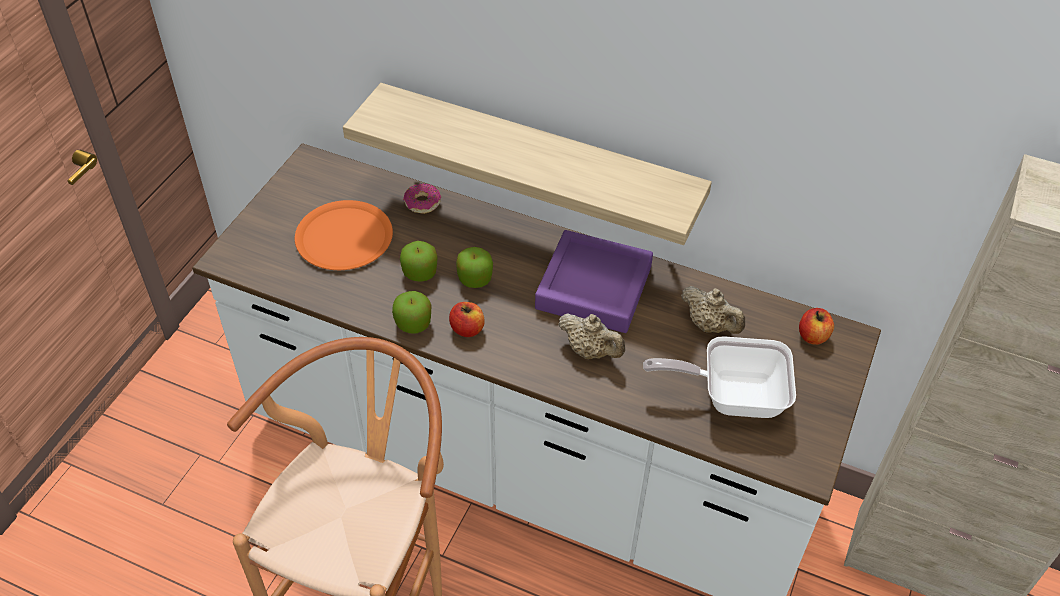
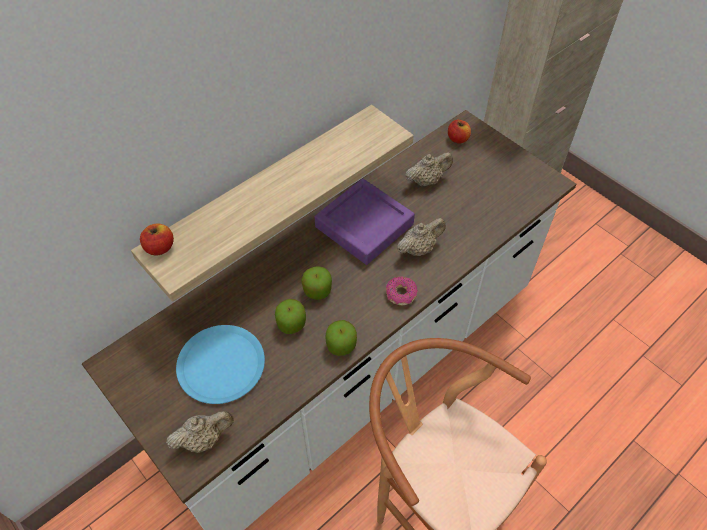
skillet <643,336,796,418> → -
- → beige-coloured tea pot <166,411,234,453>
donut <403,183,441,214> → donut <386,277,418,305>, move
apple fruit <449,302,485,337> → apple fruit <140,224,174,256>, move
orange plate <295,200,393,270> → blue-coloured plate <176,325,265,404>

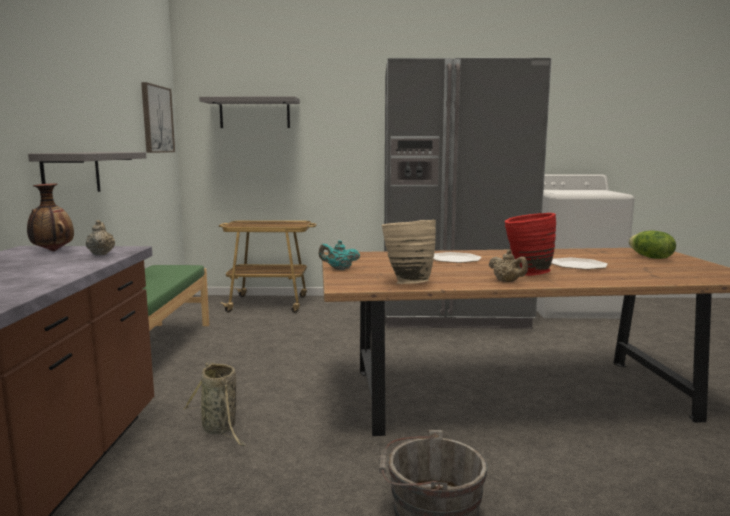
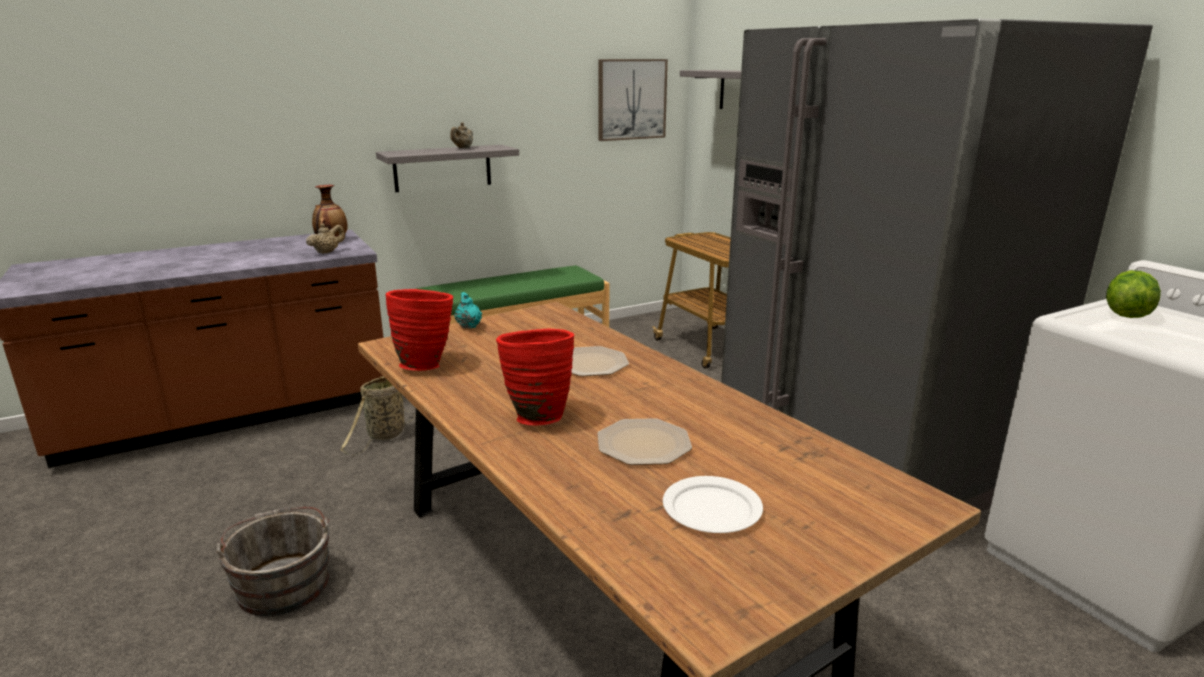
- → whitish plate <663,476,763,533>
beige-coloured tea pot <489,250,528,282> → beige-coloured tea pot <450,122,473,148>, move
lettuce head <629,231,676,259> → lettuce head <1106,270,1161,318>, move
beige-coloured decorative vase <382,220,436,284> → reddish decorative vase <386,289,453,371>

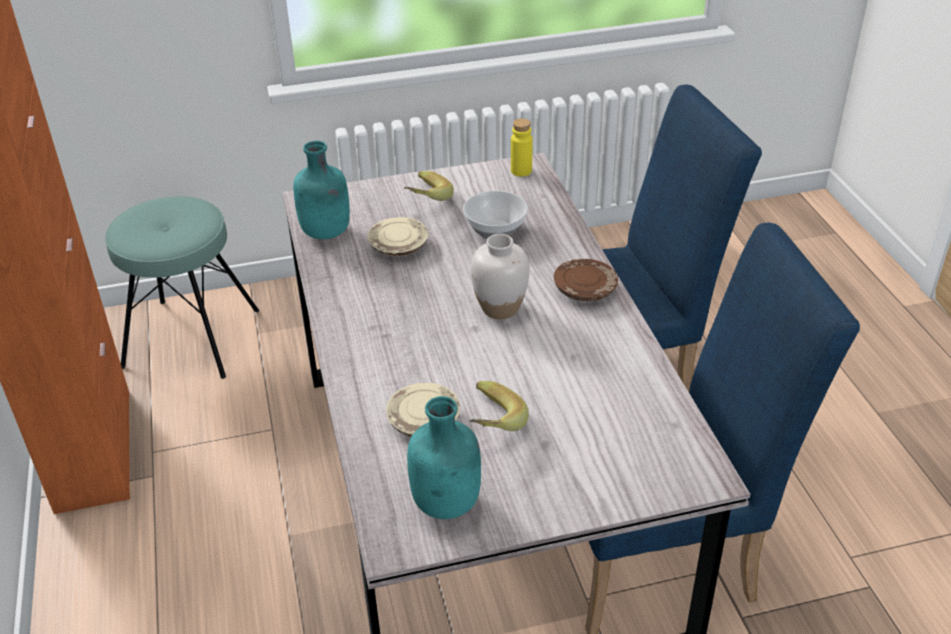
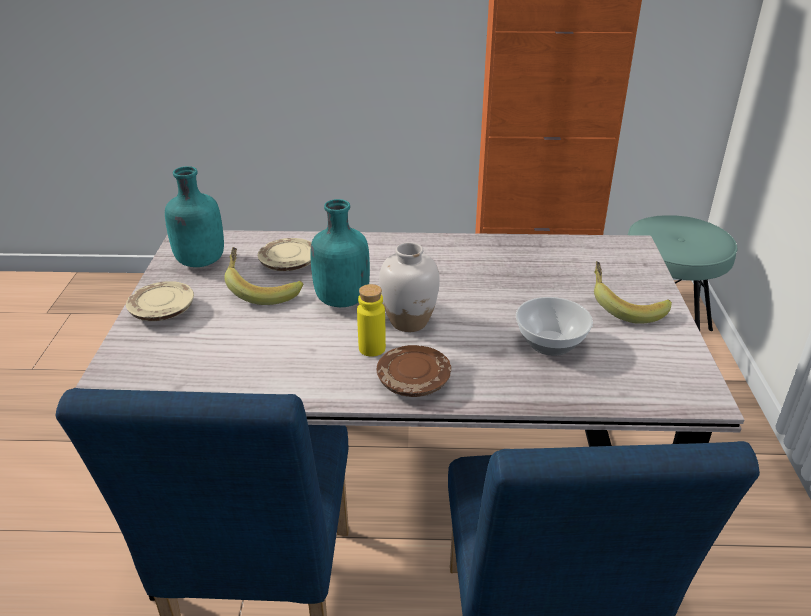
turquoise-coloured drink bottle <293,141,350,239> → turquoise-coloured drink bottle <310,199,370,307>, move
beige-coloured plate <367,217,428,256> → beige-coloured plate <126,281,194,321>, move
yellow drink bottle <511,118,533,177> → yellow drink bottle <357,284,386,357>, move

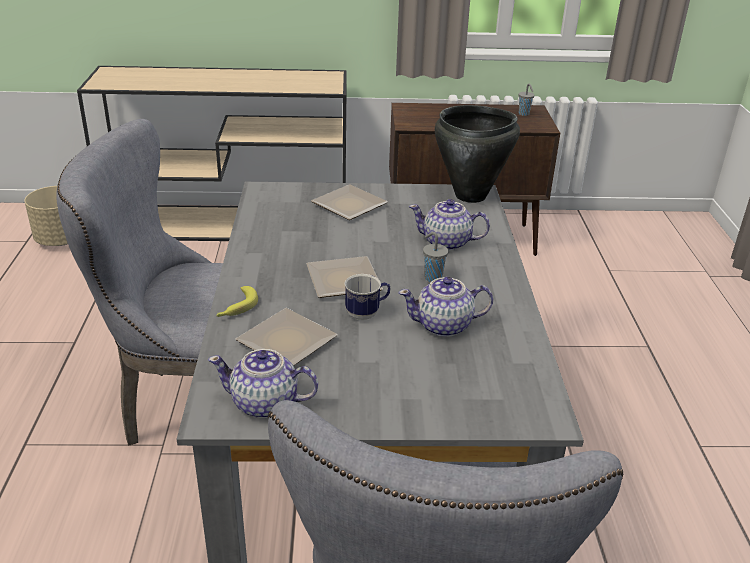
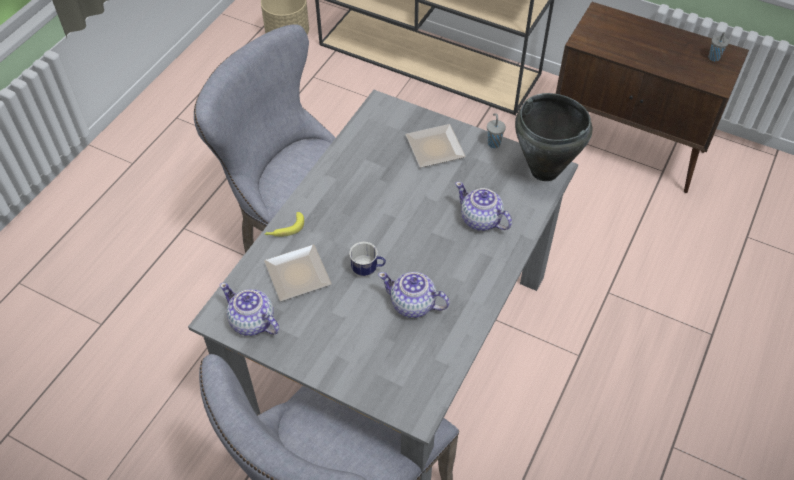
plate <306,256,383,298> → -
grey small cup <423,232,448,282> → grey small cup <487,113,506,148>, move

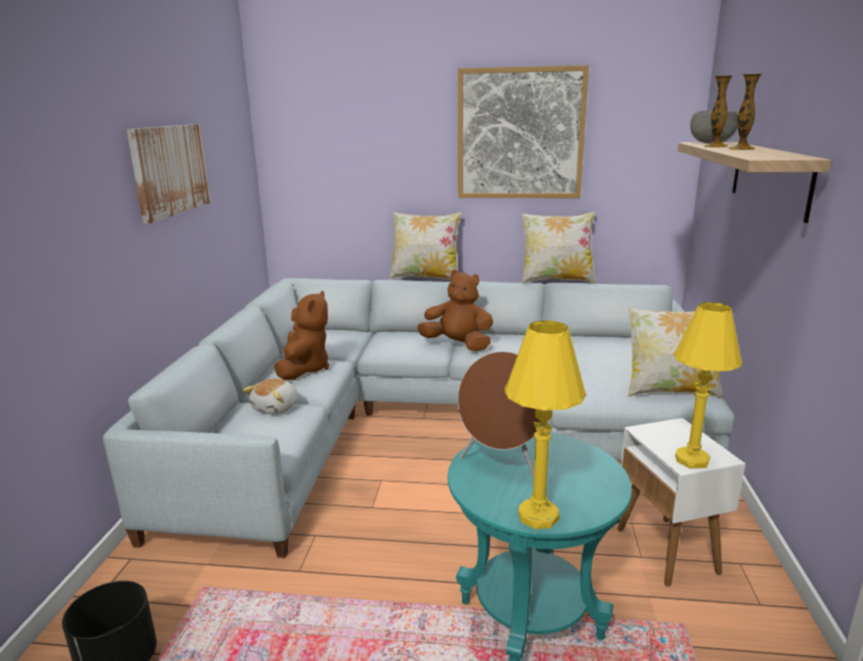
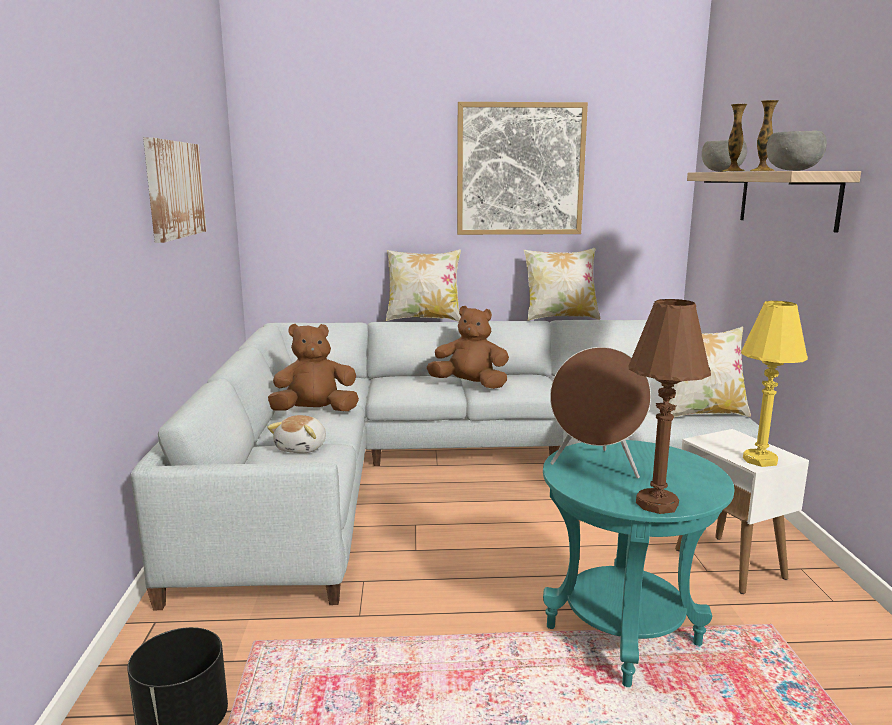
- → grey bowl <766,131,827,171>
yellow lamp for a table <504,321,586,529> → brown lamp for a table <629,299,711,514>
brown plush toy <275,291,329,380> → brown plush toy <268,324,359,411>, 105 degrees counterclockwise

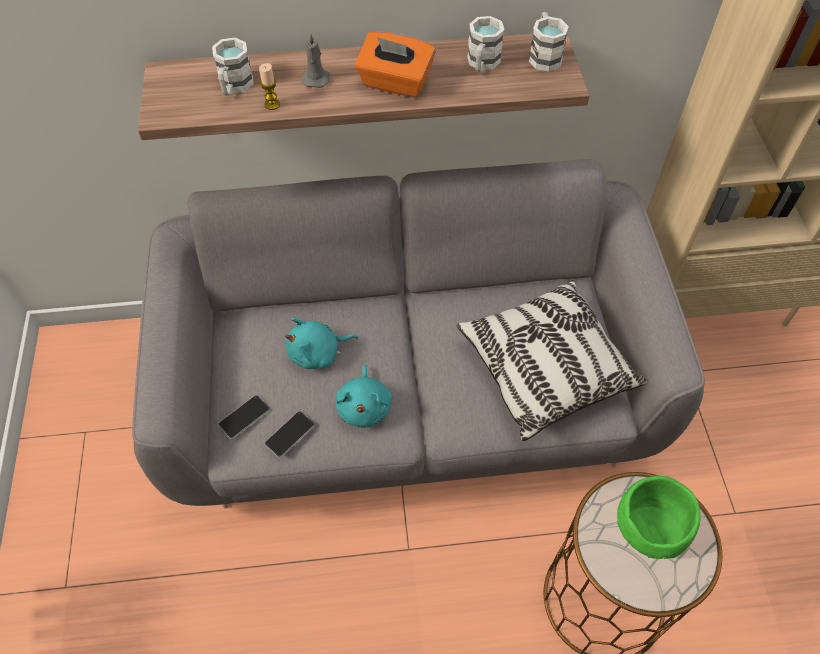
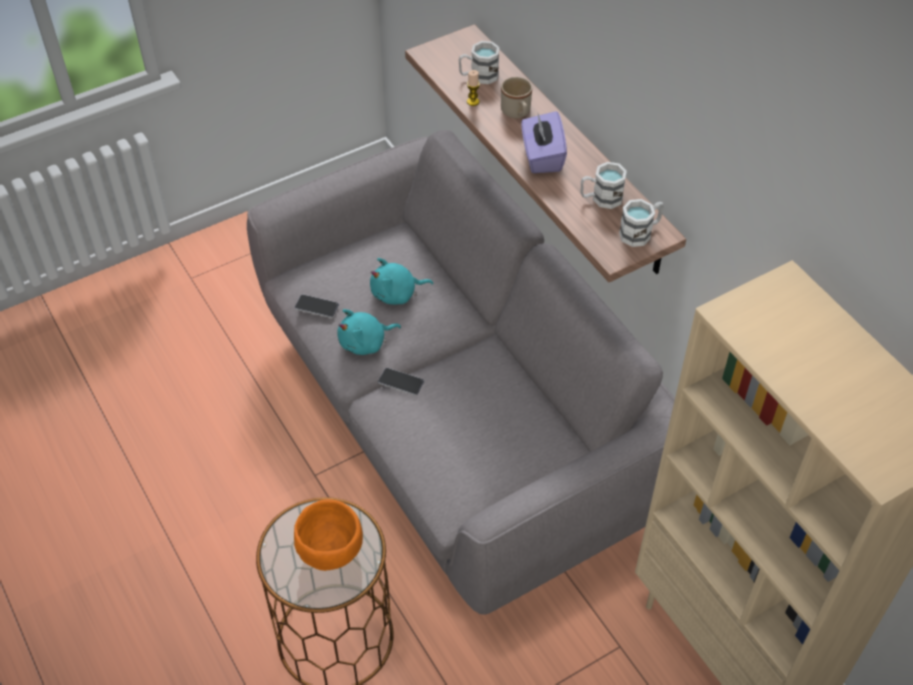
throw pillow <457,280,647,441> → -
handset <218,395,270,439> → handset <378,368,424,396>, move
grey candle <301,33,330,88> → beige-coloured coffee mug <501,77,532,118>
orange tissue holder <355,31,436,98> → purple tissue holder <522,111,567,173>
greenish bowl <617,476,701,559> → orange bowl <294,499,363,571>
turquoise-coloured plush toy <285,318,358,369> → turquoise-coloured plush toy <370,258,433,305>, 60 degrees counterclockwise

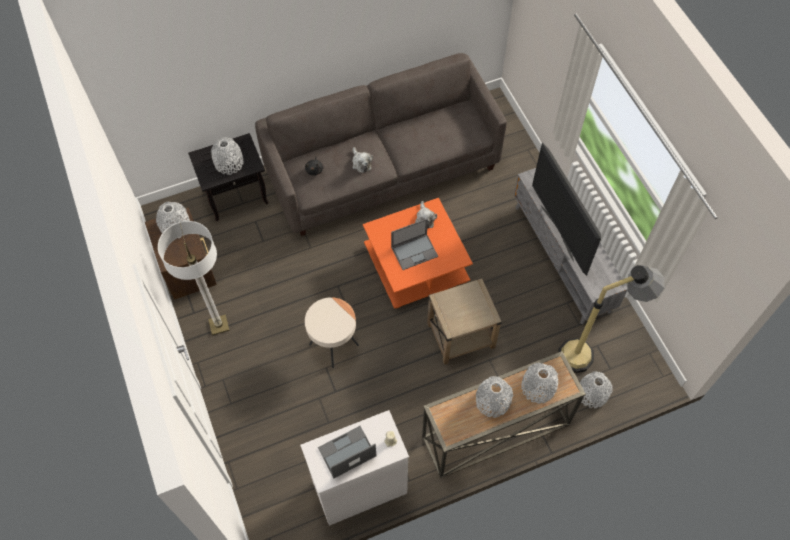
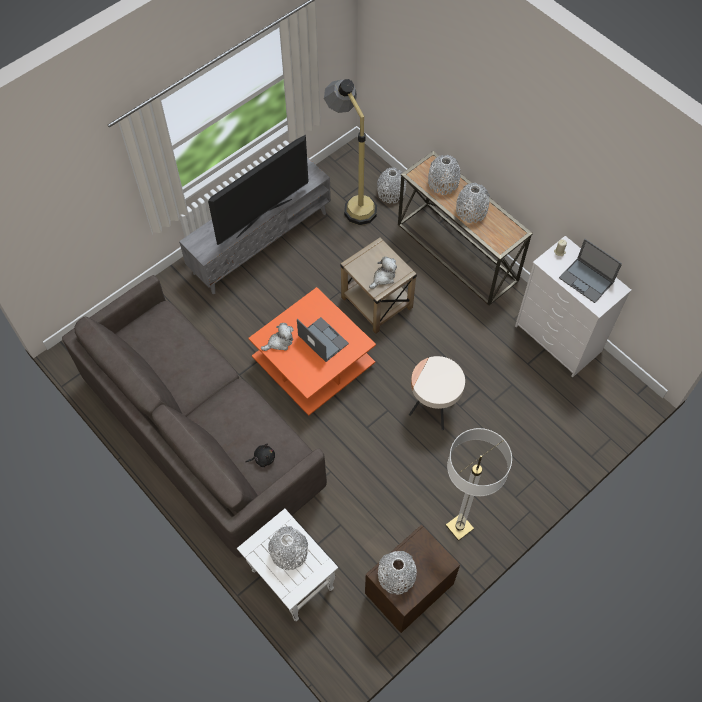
plush toy <352,147,373,173> → plush toy <369,256,397,289>, move
blackish end table <188,133,268,221> → whitish end table <237,509,338,622>

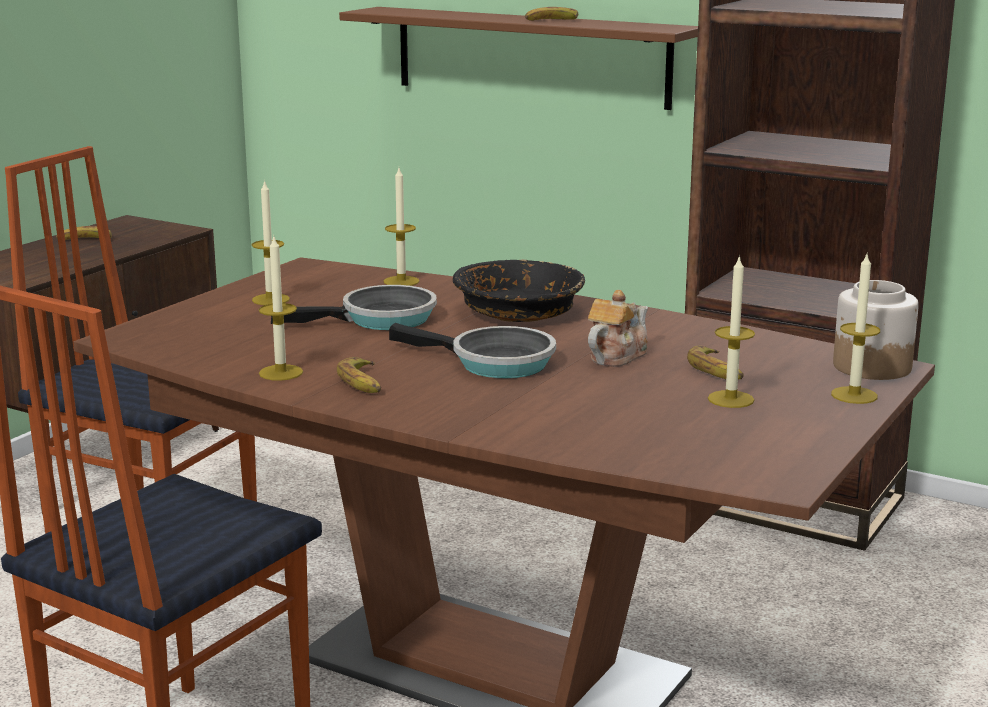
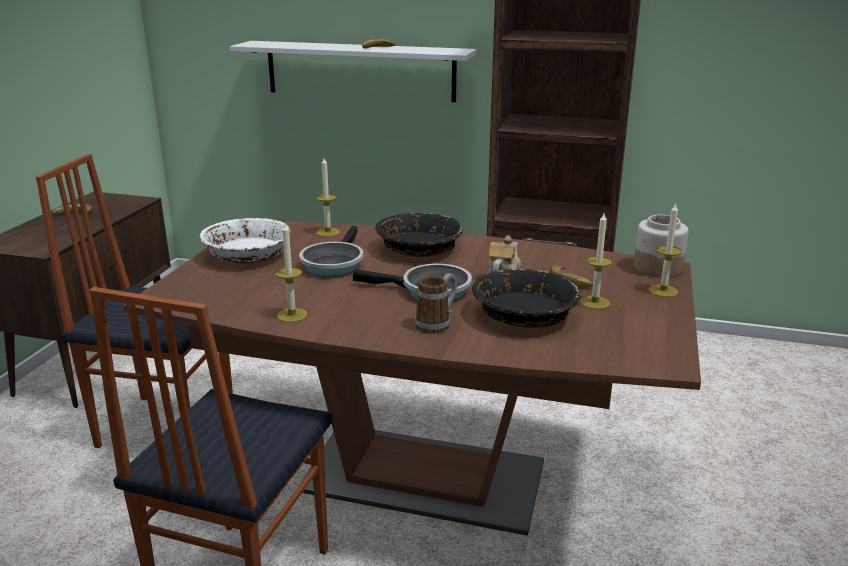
banana fruit <337,357,381,393> → -
- → coffee mug <415,274,457,334>
- → blackish bowl <472,269,580,328>
candle <252,180,290,305> → whitish bowl <200,218,290,264>
brown wall shelf <339,7,698,110> → whitish wall shelf <230,41,476,102>
skillet <271,285,437,330> → skillet <299,226,364,277>, 135 degrees clockwise

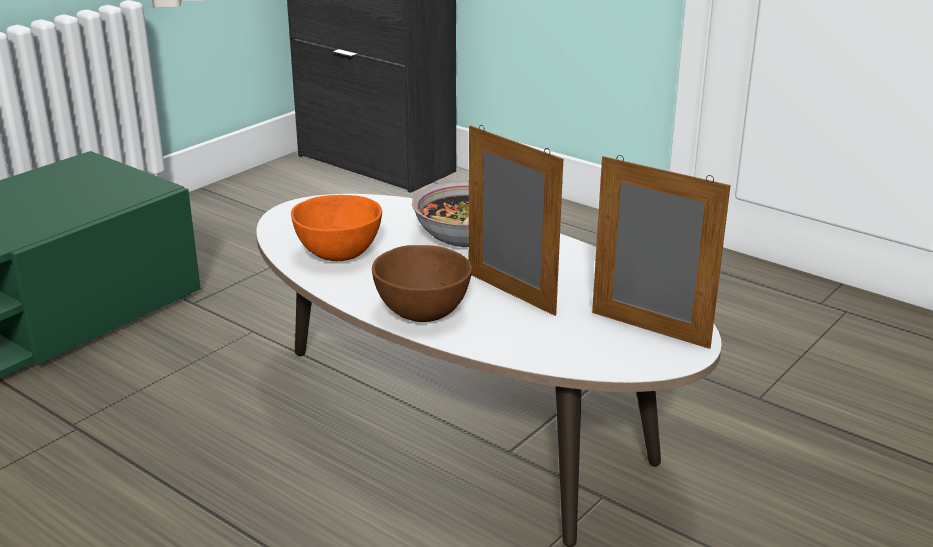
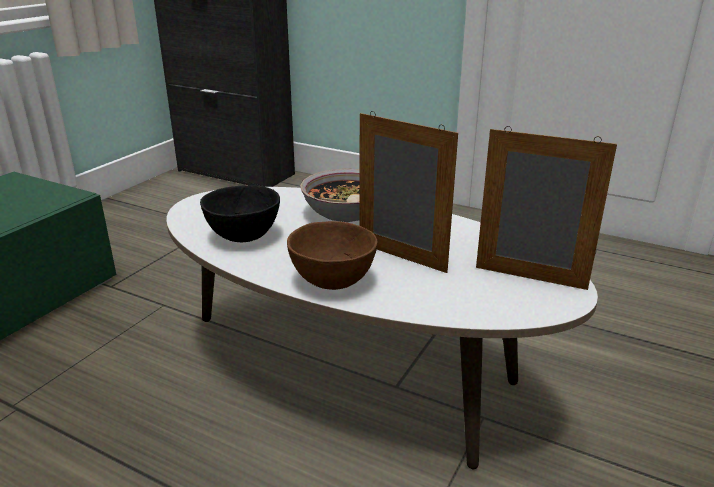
orange bowl <291,195,382,261> → blackish bowl <200,185,280,242>

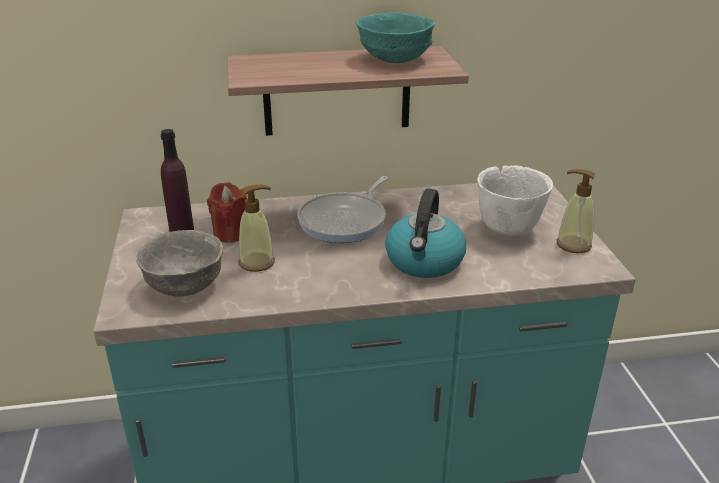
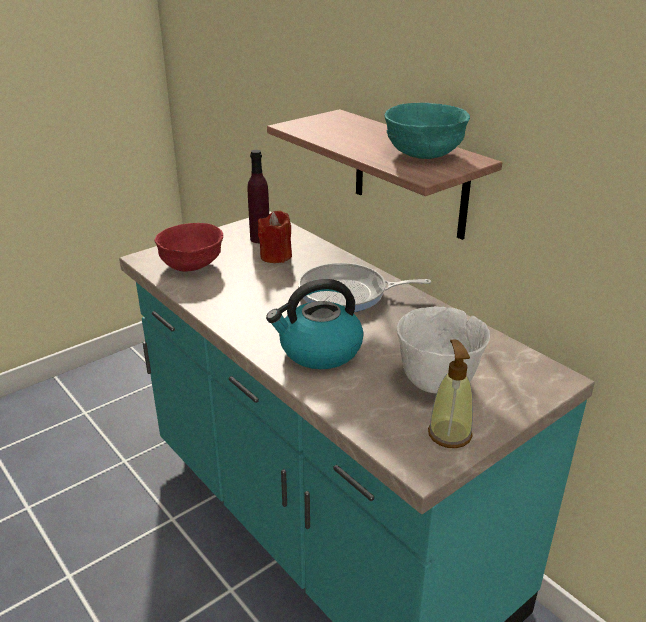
soap bottle <239,185,275,272> → -
grey bowl <136,230,223,296> → reddish bowl <155,223,223,272>

